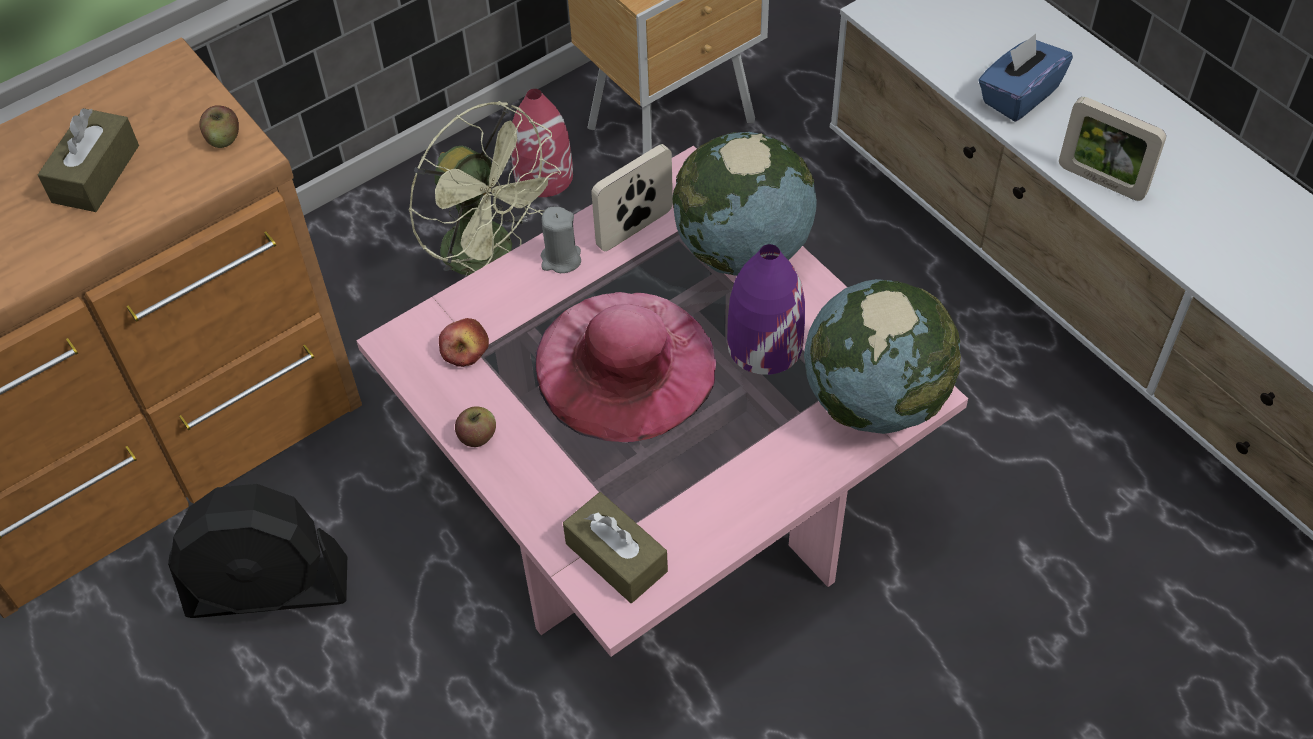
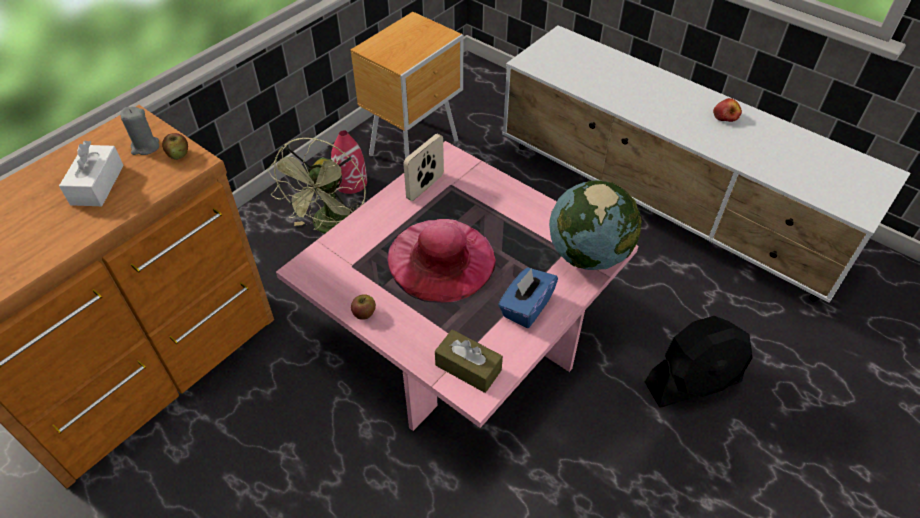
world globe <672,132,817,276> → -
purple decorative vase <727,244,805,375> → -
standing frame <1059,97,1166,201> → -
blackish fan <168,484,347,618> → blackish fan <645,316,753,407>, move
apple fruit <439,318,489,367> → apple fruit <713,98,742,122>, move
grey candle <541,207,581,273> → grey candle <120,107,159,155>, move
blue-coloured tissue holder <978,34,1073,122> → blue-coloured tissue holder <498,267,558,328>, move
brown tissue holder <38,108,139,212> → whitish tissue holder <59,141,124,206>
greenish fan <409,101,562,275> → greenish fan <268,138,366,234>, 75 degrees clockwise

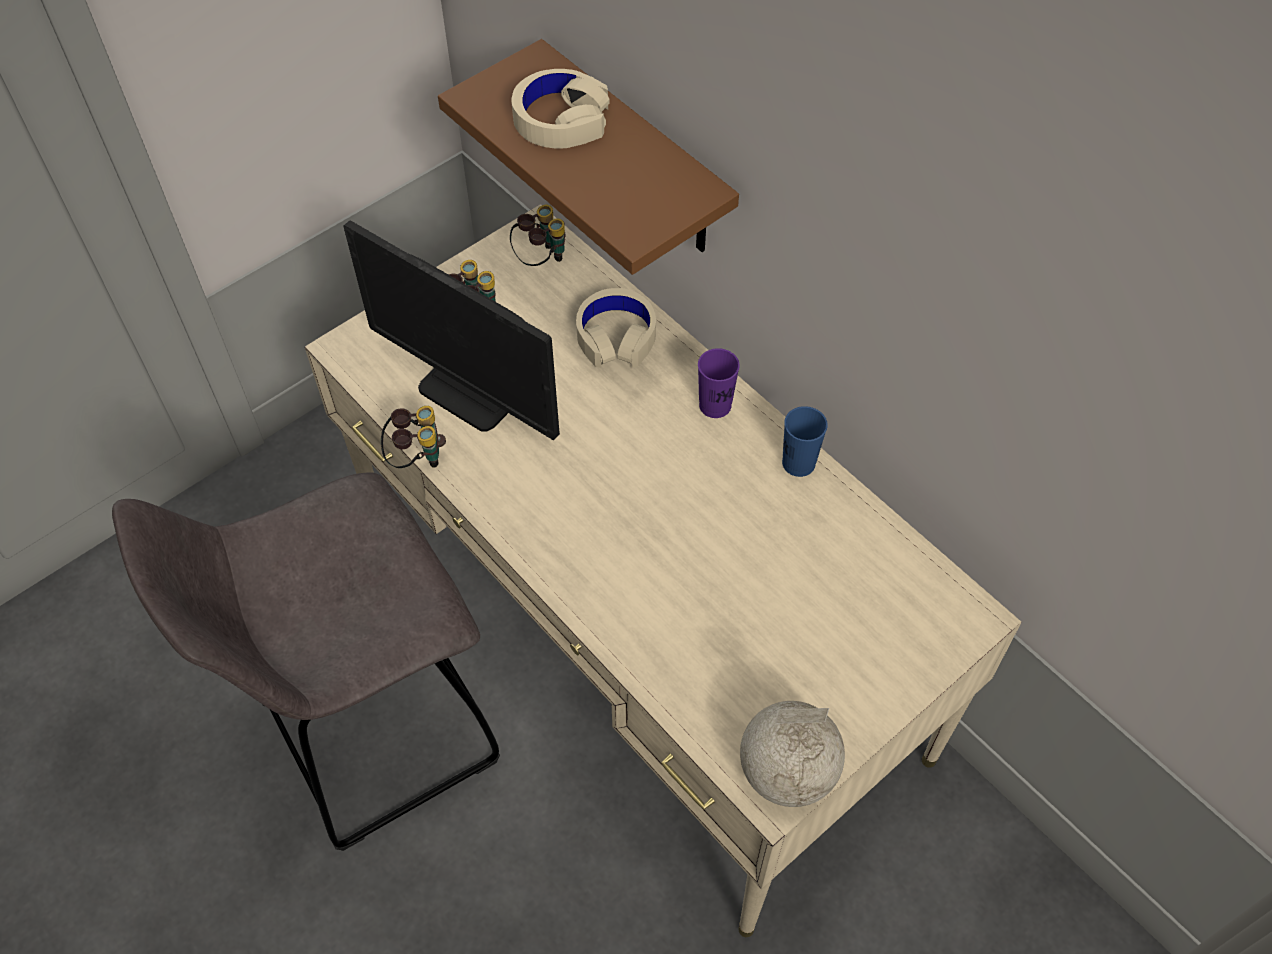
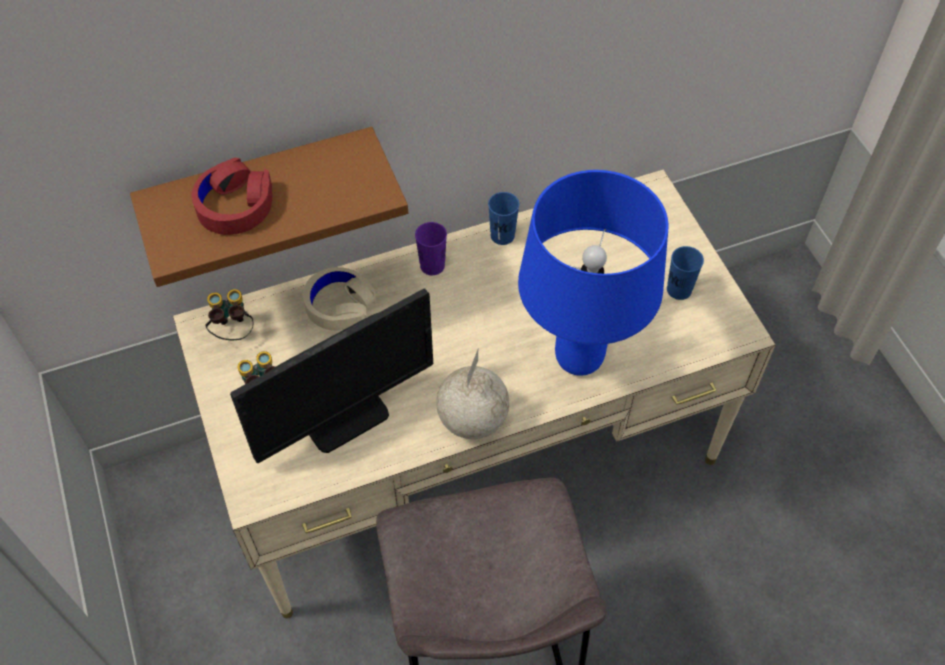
field glasses <381,406,446,468> → -
- → blue-coloured lamp for a table <518,170,669,376>
- → blue-coloured small cup <667,246,704,300>
world globe <740,701,845,807> → world globe <436,350,509,439>, move
beige-coloured headphones <511,69,610,149> → reddish headphones <191,158,273,235>

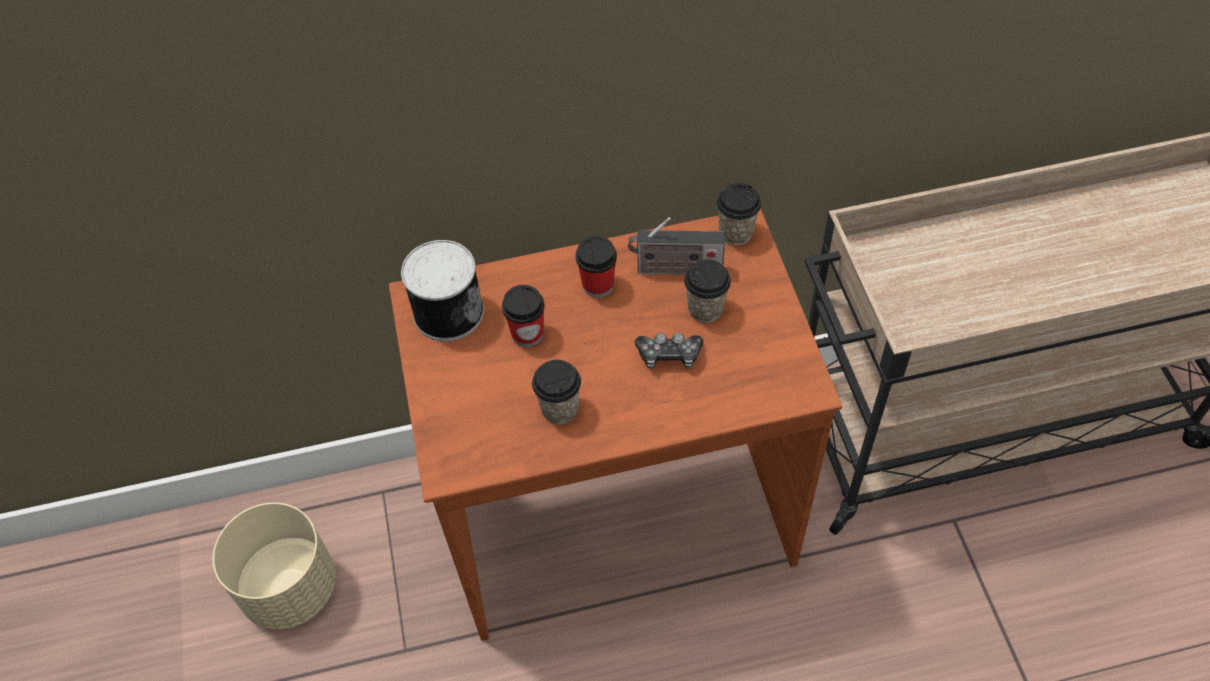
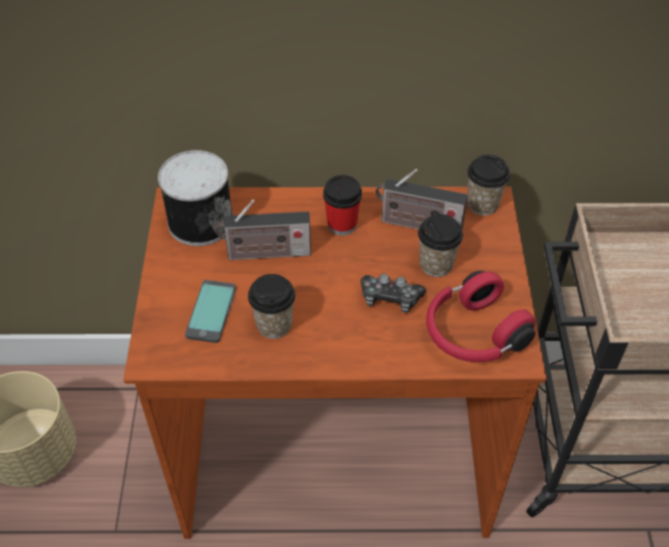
- → handset <185,280,236,343>
- → reddish headphones <426,271,535,362>
small cup <502,285,545,347> → radio receiver <216,200,311,260>

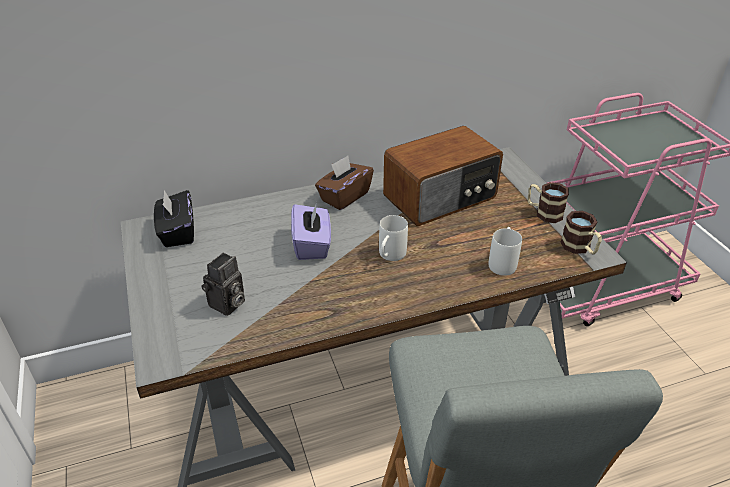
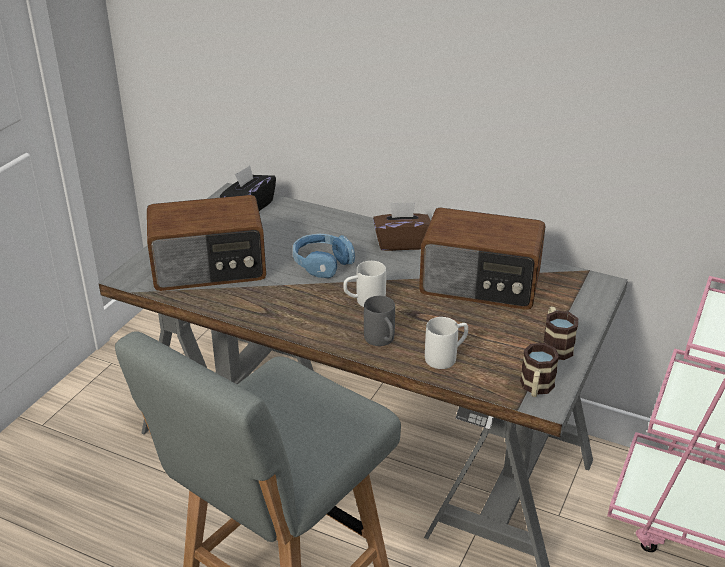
- → grey coffee mug <364,296,395,346>
still camera <201,253,245,316> → radio receiver <147,195,266,291>
purple tissue holder <291,202,331,260> → blue-coloured headphones <293,234,355,278>

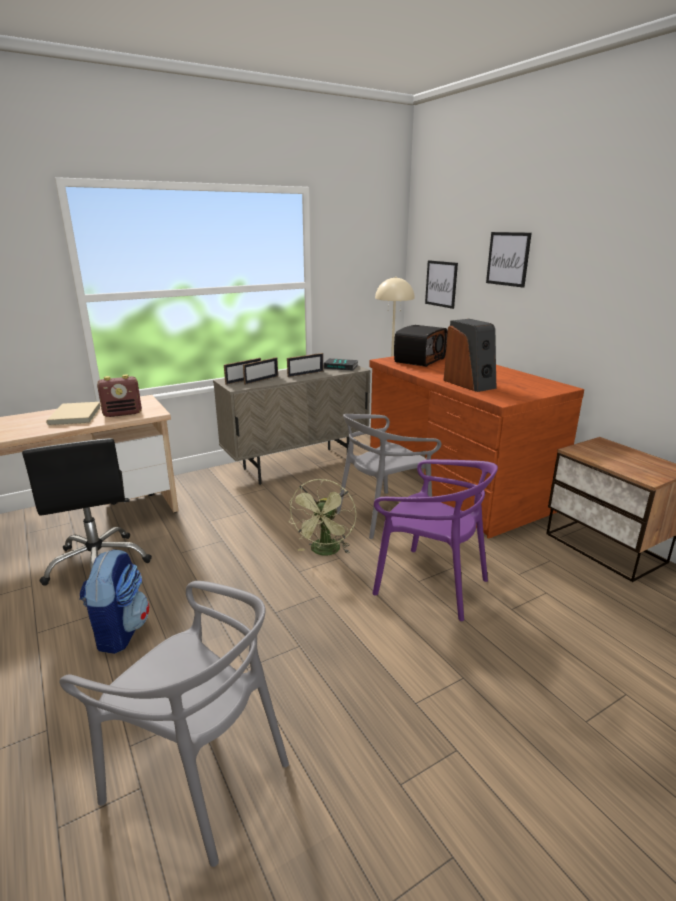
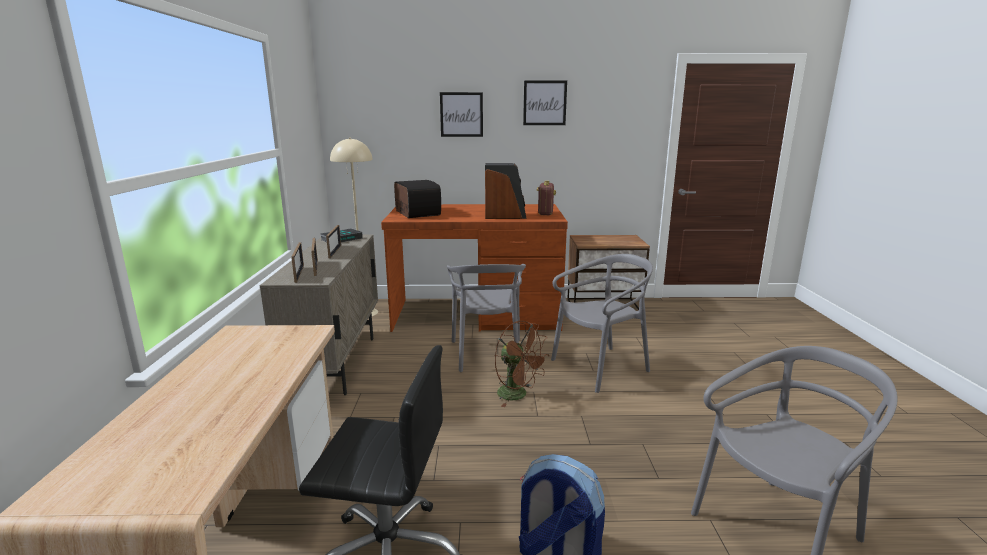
beige-coloured book <46,402,101,426> → -
radio receiver <97,375,142,417> → radio receiver <537,181,556,215>, move
picture <425,260,458,309> → picture <523,80,567,125>, move
greenish fan <288,479,356,555> → brown fan <495,321,550,407>
purple plain chair <372,459,498,621> → grey plain chair <551,254,653,393>

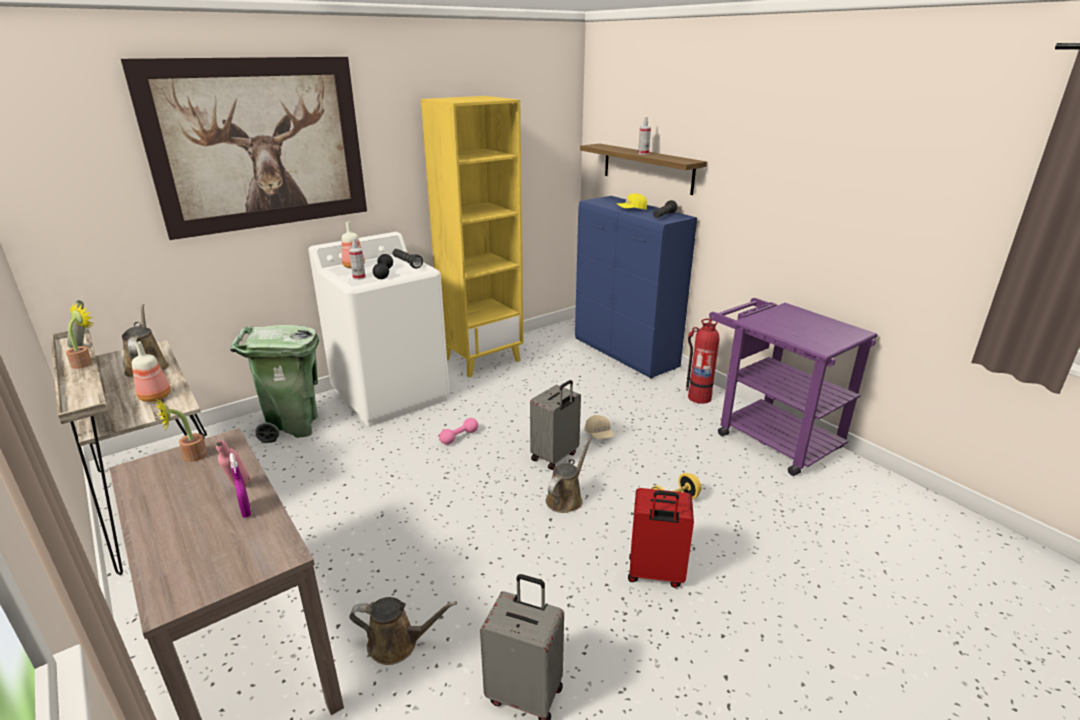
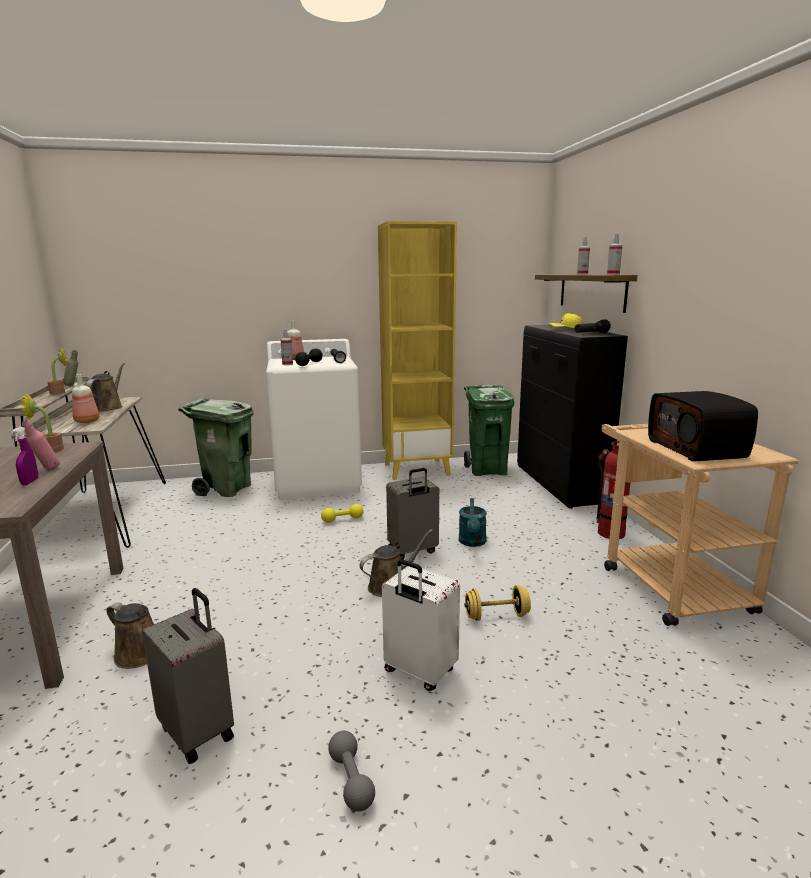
picture <121,57,367,240> → -
- → grey hand weight <328,731,375,811>
- → greenish rubbish bin <464,385,514,476>
- → hand sprayer <607,234,622,275>
- → radio receiver <648,391,758,462>
beige-coloured peaked cap <585,415,614,439> → turquoise-coloured watering pot <459,498,487,547>
pinkish hand weight <439,418,478,445> → yellow hand weight <321,504,364,523>
blue-coloured storage cabinet <575,196,697,378> → blackish storage cabinet <517,325,628,509>
reddish suitcase <628,488,694,588> → whitish suitcase <382,559,460,691>
purple cart <709,298,878,476> → beige-coloured cart <602,424,799,626>

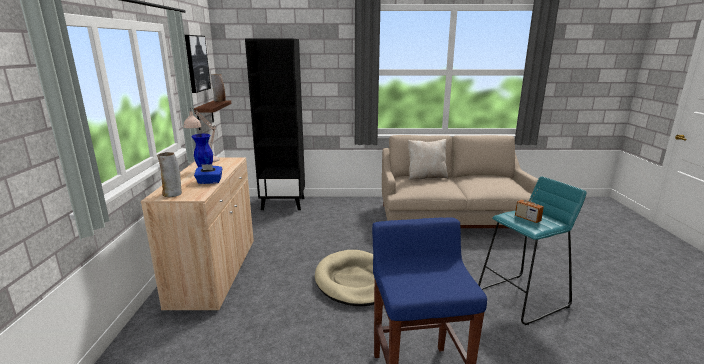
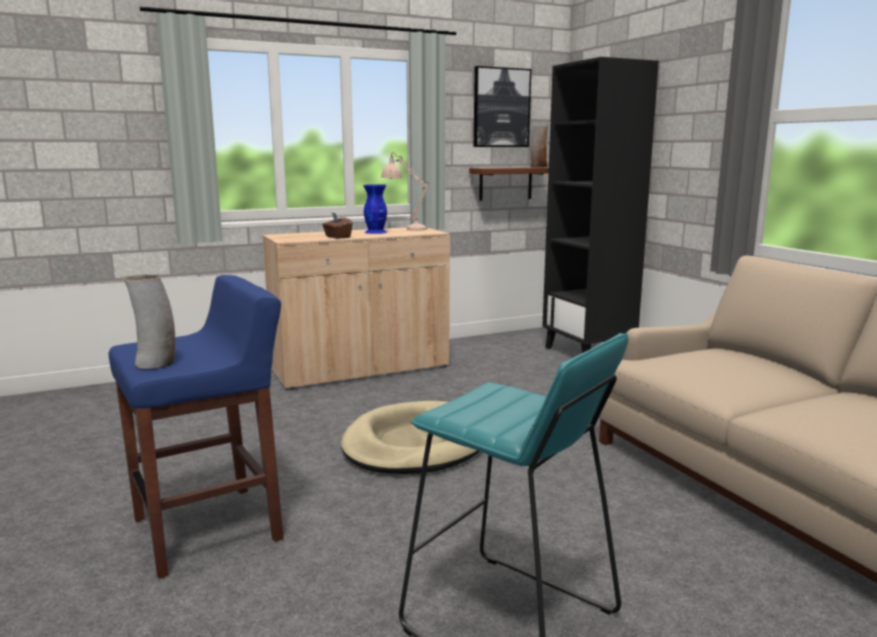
beige-coloured throw pillow <408,139,448,180> → -
radio receiver <515,187,544,223> → -
decorative vase <157,152,182,197> → decorative vase <123,274,175,369>, move
blue-coloured tissue holder <194,164,223,184> → brown tissue holder <322,212,352,239>

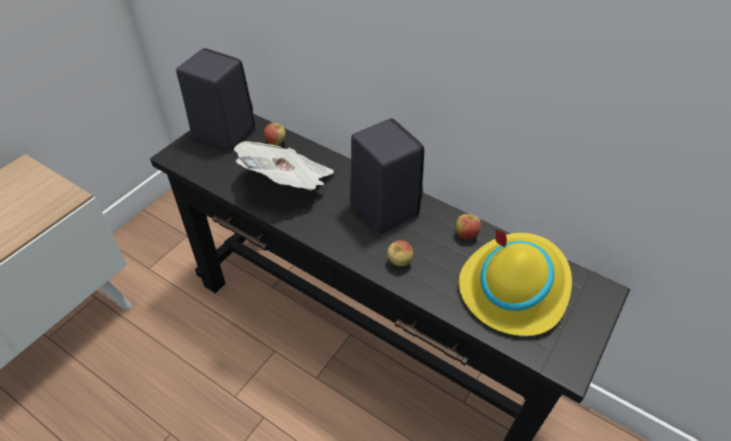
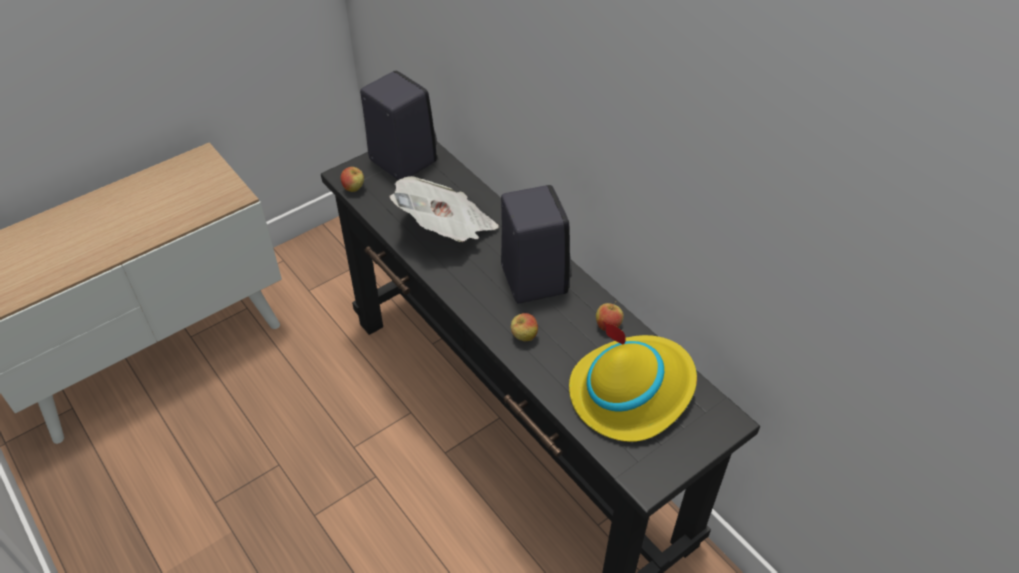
apple fruit <264,123,286,146> → apple fruit <341,167,364,192>, move

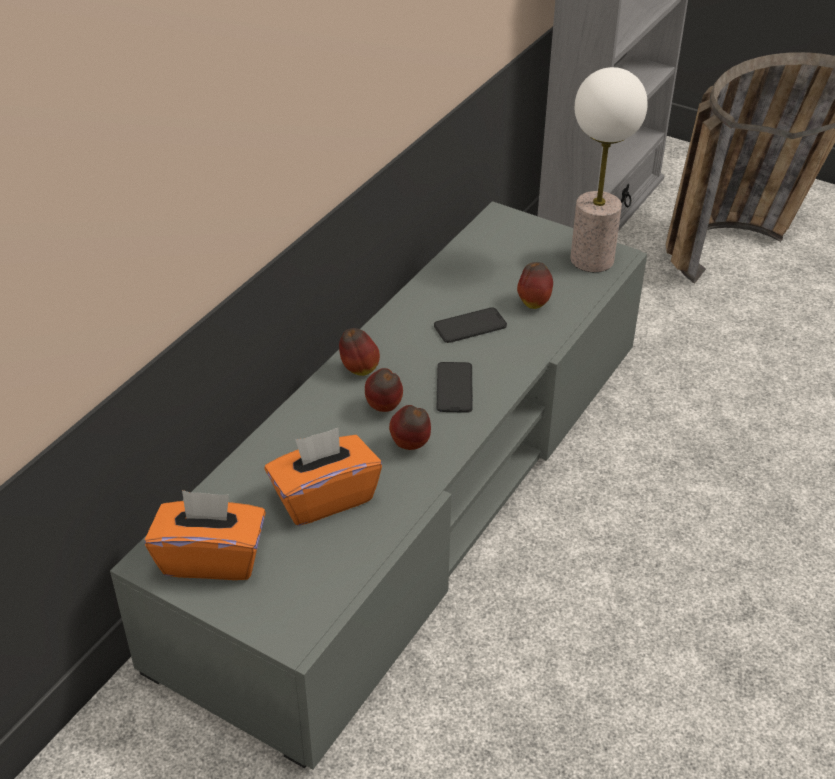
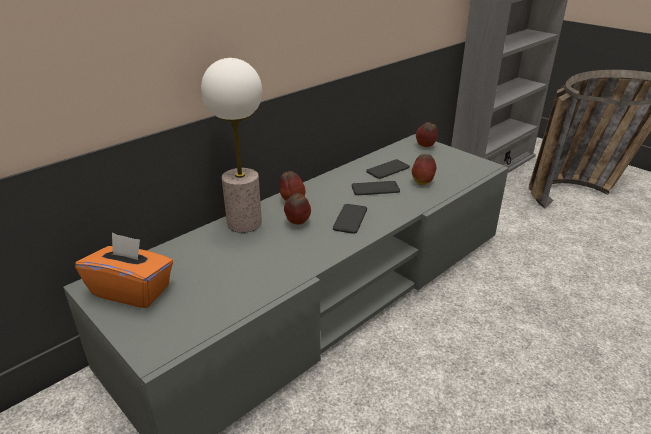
orange tissue holder <265,428,382,526> → -
- → handset <366,160,410,179>
apple fruit <389,405,431,450> → apple fruit <416,122,438,147>, move
lamp for a table <570,67,648,272> → lamp for a table <201,58,262,233>, move

